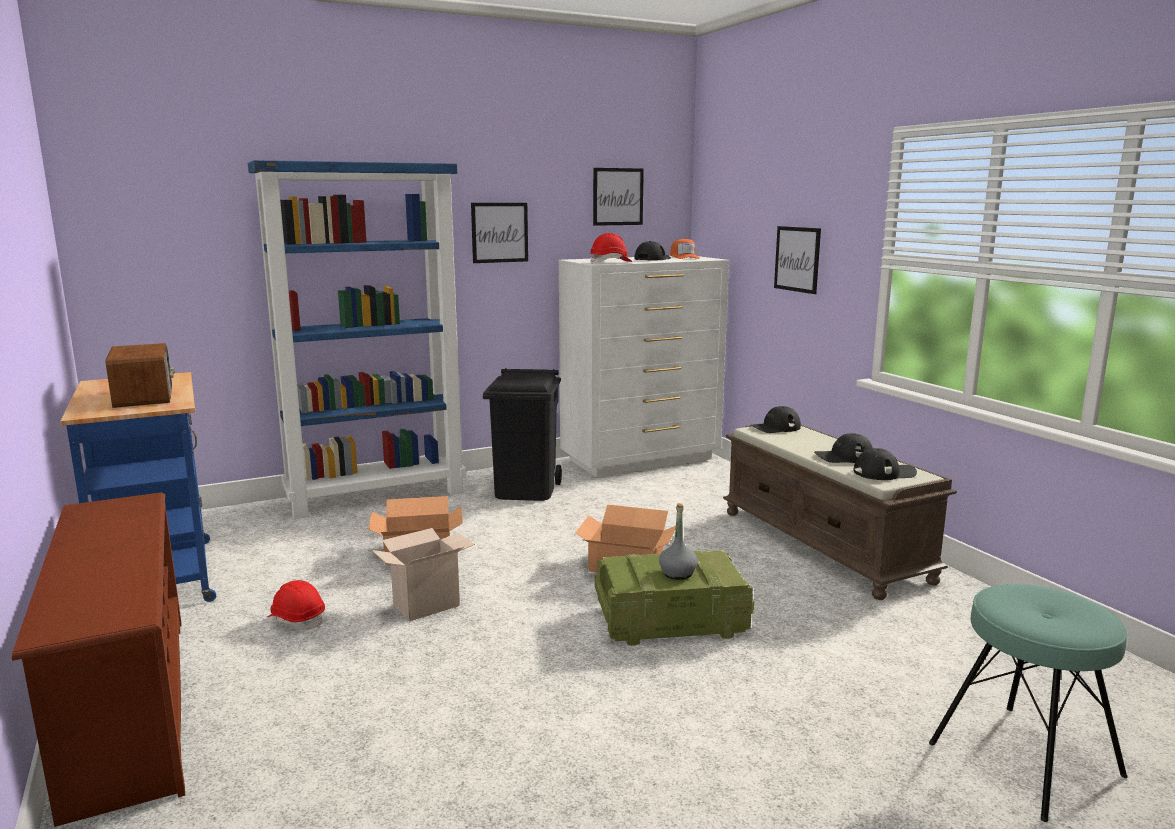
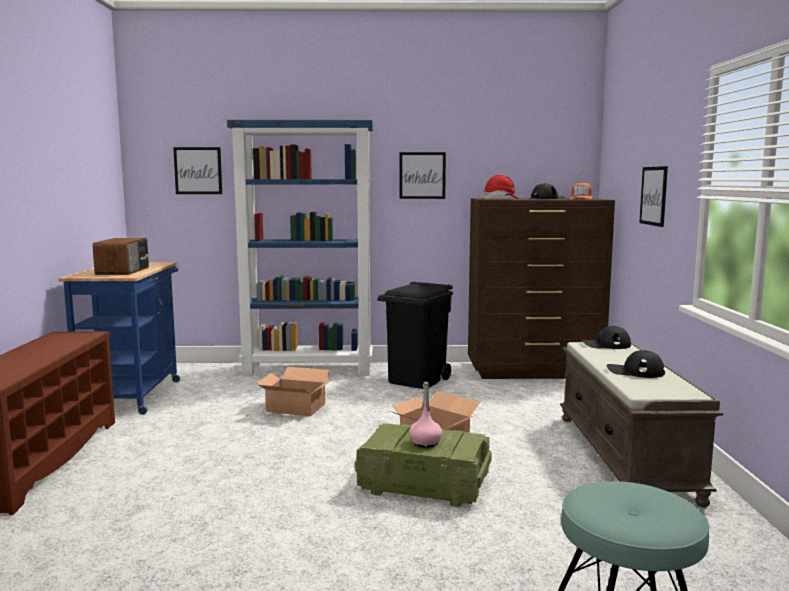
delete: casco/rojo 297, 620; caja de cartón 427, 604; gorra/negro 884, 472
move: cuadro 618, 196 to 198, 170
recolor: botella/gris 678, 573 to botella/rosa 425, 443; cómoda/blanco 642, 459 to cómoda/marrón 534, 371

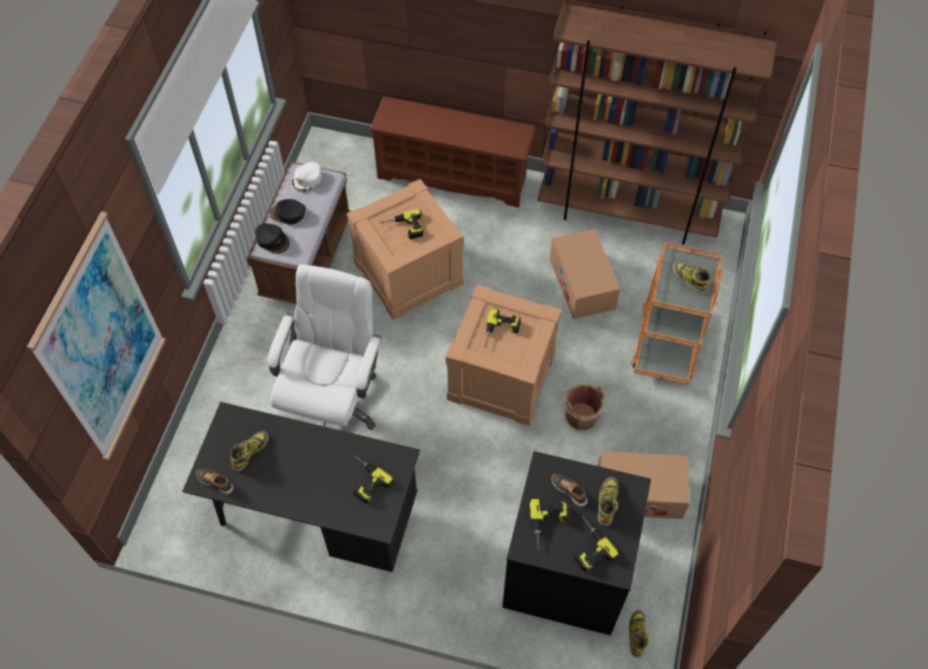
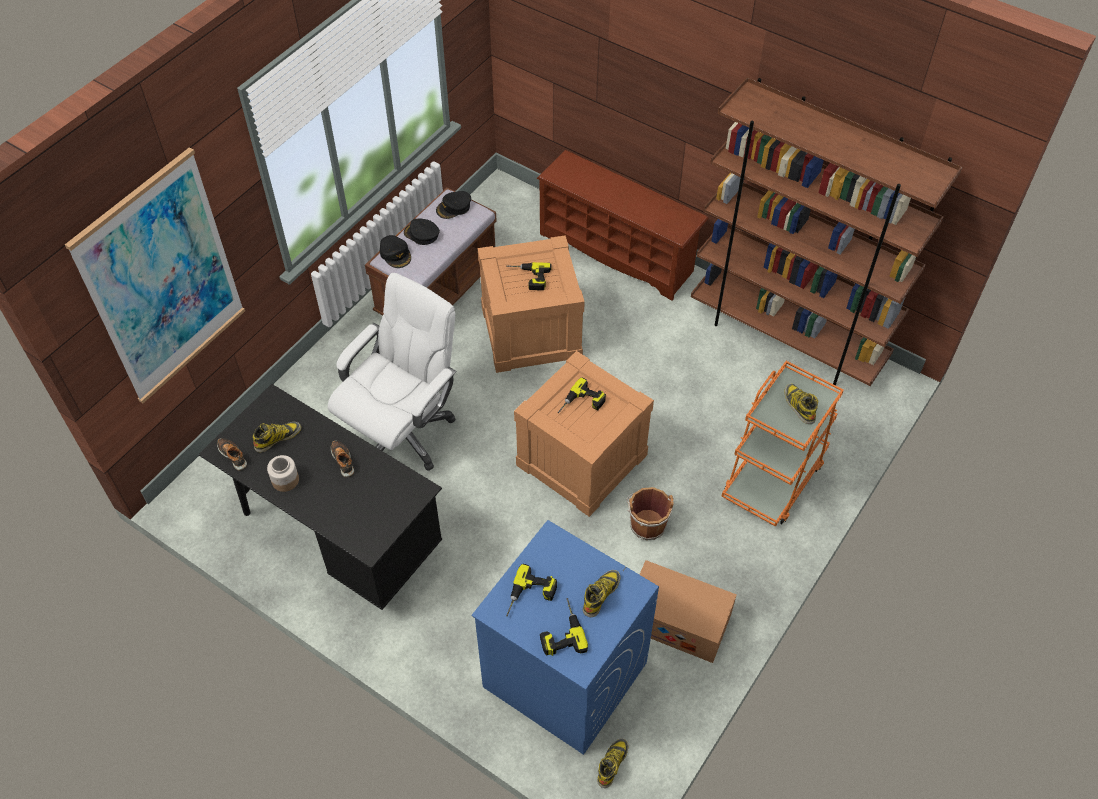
delete: taladro 364, 480; caja de cartón 582, 283
insert: tarro 285, 480
move: zapato 569, 490 to 343, 460
recolor: gorra/blanco 307, 180 to gorra/negro 454, 207; lavadora/negro 565, 572 to lavadora/azul 564, 674

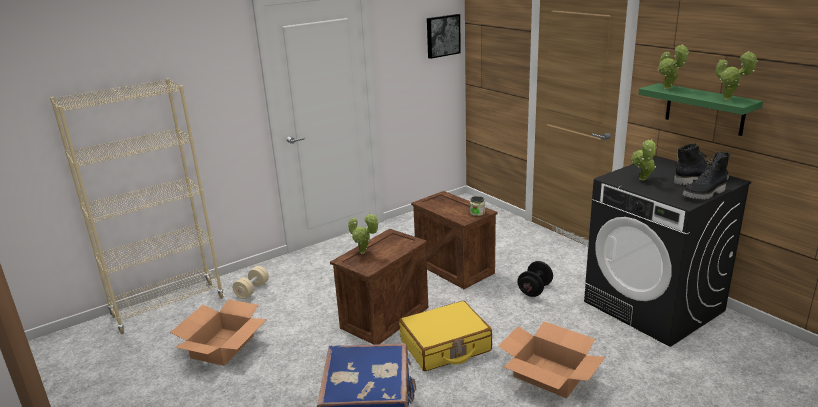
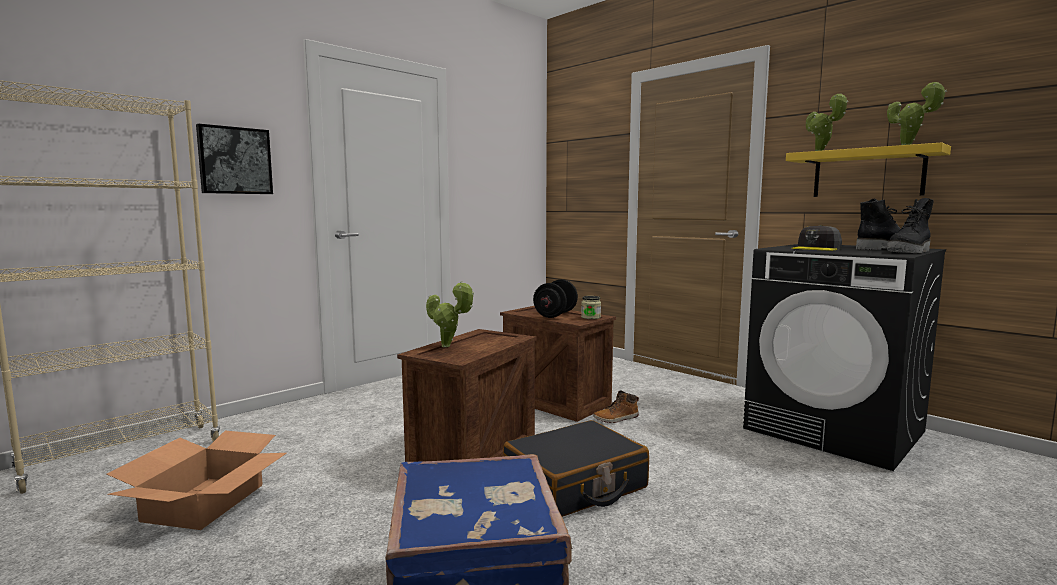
delete: mancuerna/beis 252, 290; caja de cartón 549, 375
insert: bota 616, 418
move: cuadro 442, 35 to 234, 161; mancuerna/negro 534, 290 to 555, 315
replace: planta en maceta 643, 180 to gorra/gris 816, 249
recolor: maleta/amarillo 445, 346 to maleta/negro 575, 485; estante/verde 704, 109 to estante/amarillo 867, 173

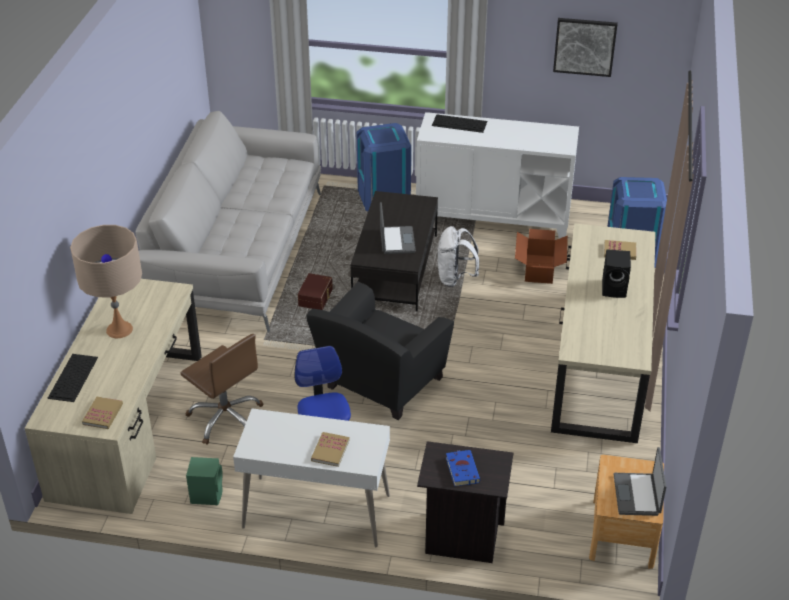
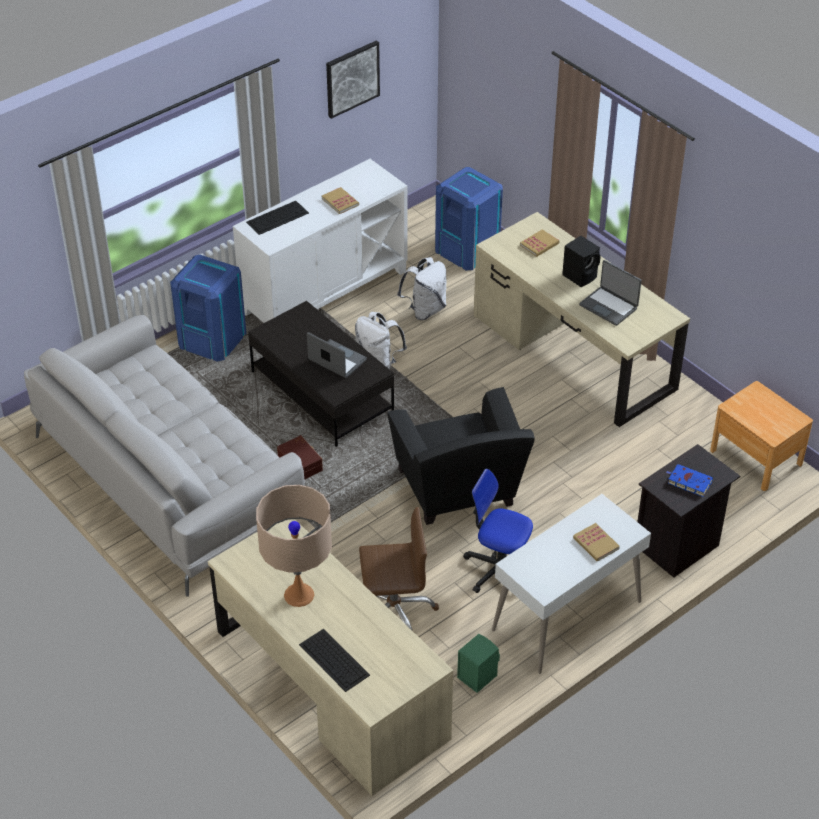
move: libro 103, 414 to 340, 202; portátil 637, 495 to 609, 306
replace: caja de cartón 539, 269 to mochila/blanco 425, 310

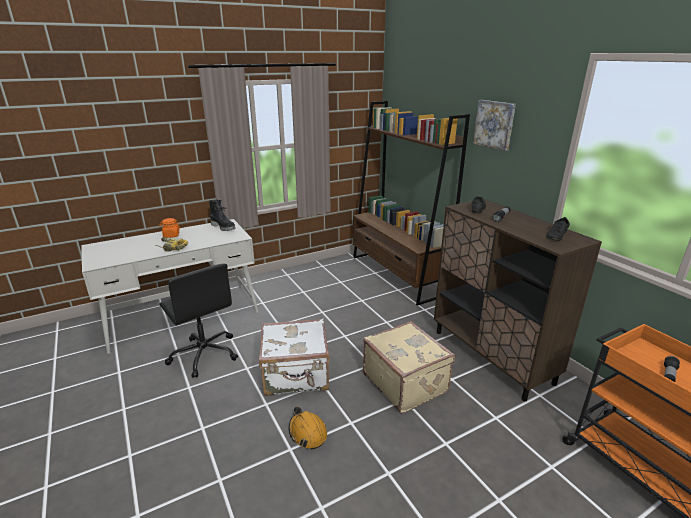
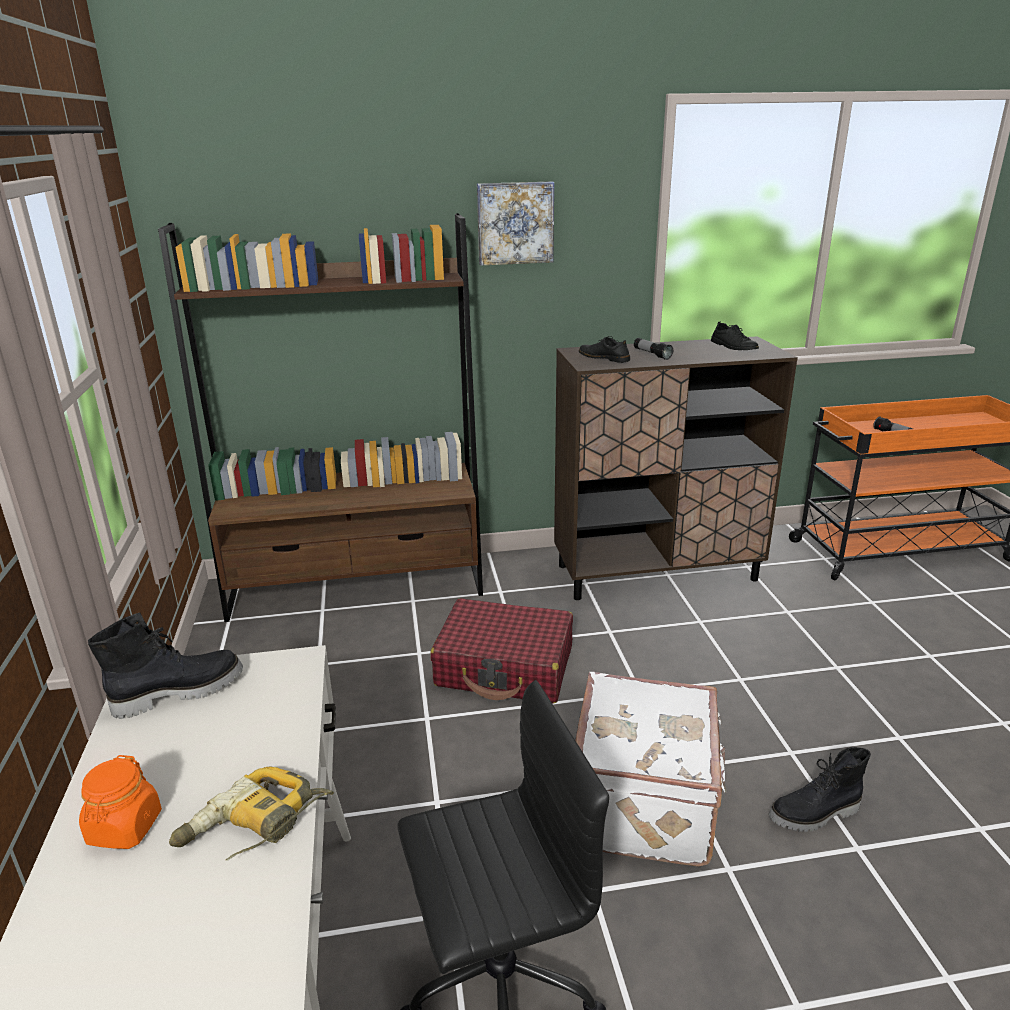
delete: maleta/beis 405, 382
insert: maleta/rojo 505, 667
replace: casco/naranja 307, 433 to bota/negro 815, 815

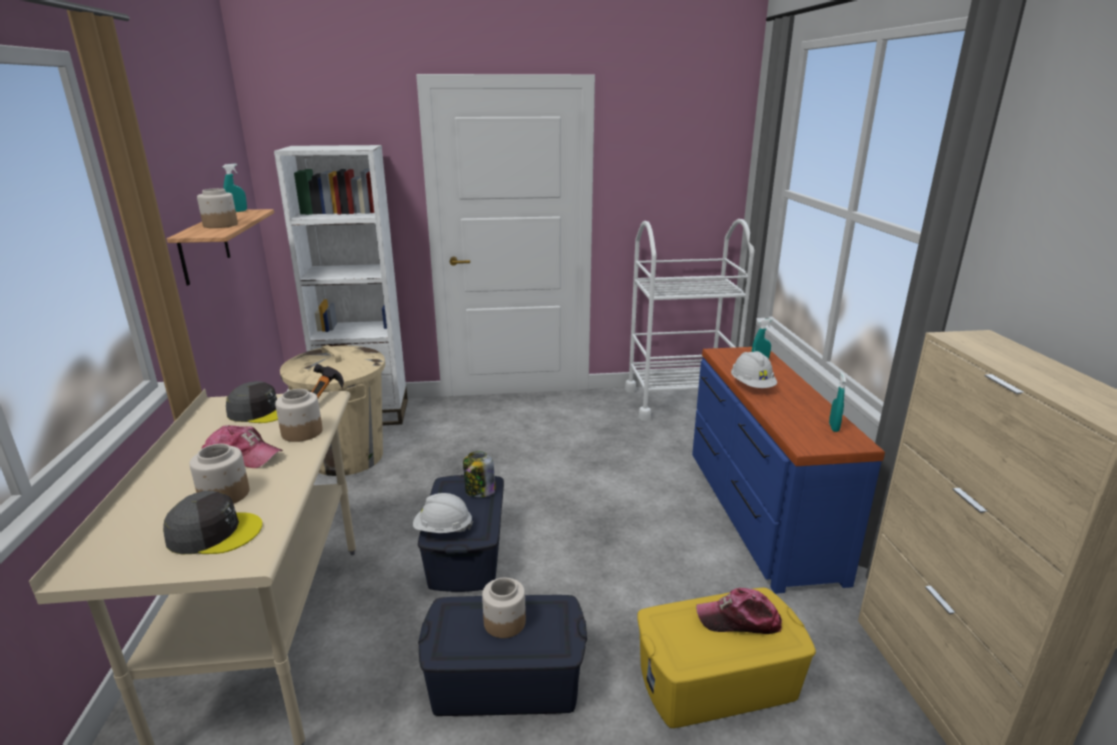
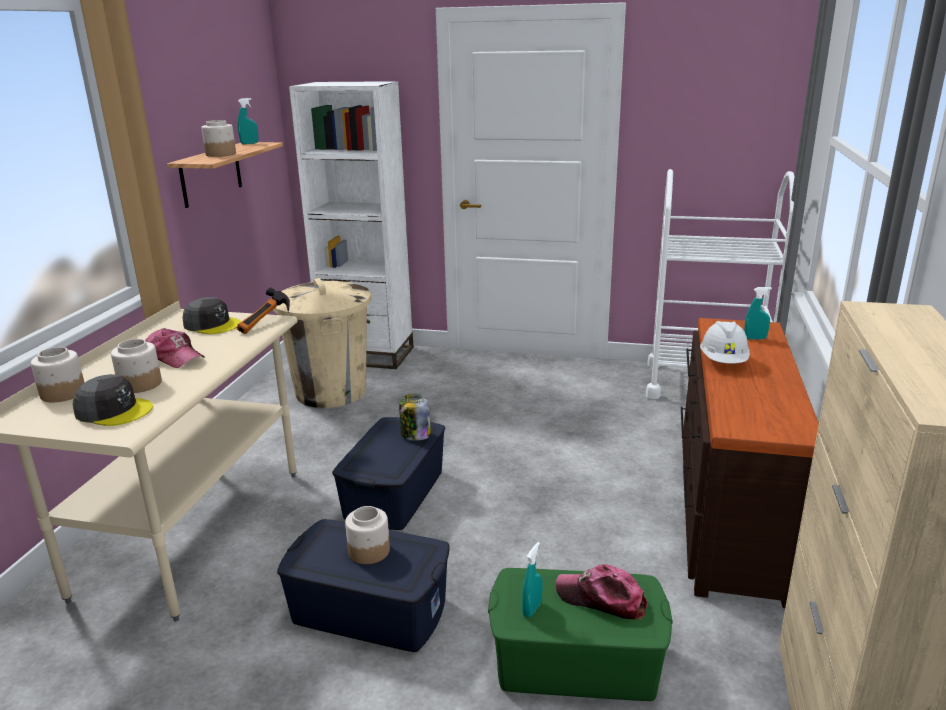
delete: casco/blanco 443, 529
move: tarro 301, 432 to 62, 393; pulverizador/turquesa 833, 427 to 532, 609
recolor: caja de almacenaje/amarillo 717, 682 to caja de almacenaje/verde 576, 663; cómoda/azul 758, 511 to cómoda/marrón 728, 512

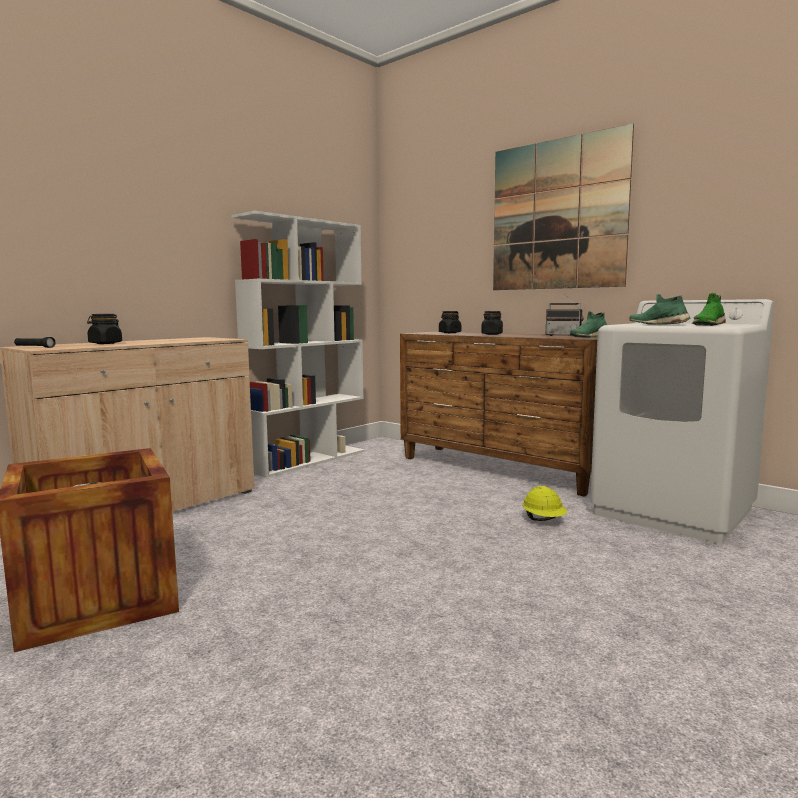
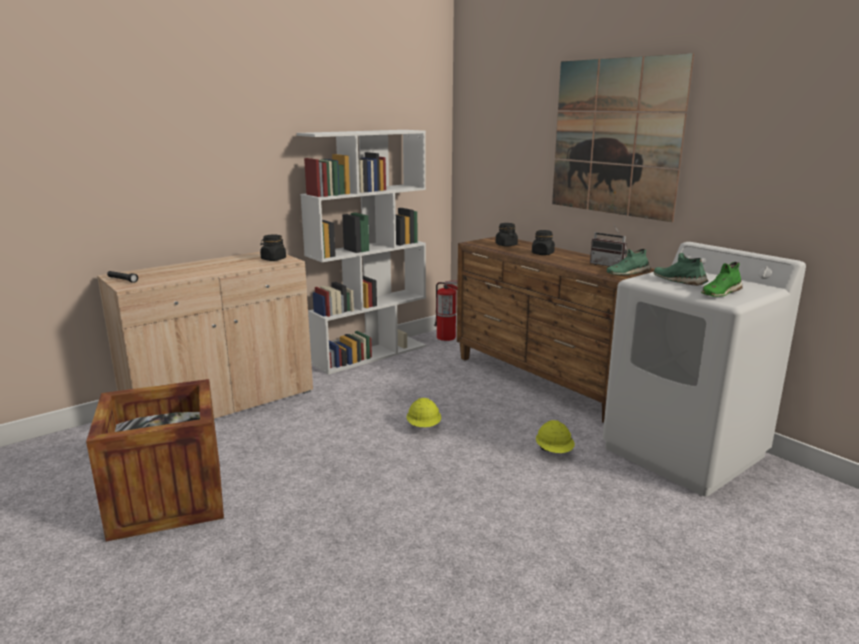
insert: casco/amarillo 424, 427; extintor 446, 337
move: tarro/negro 105, 343 to 273, 259

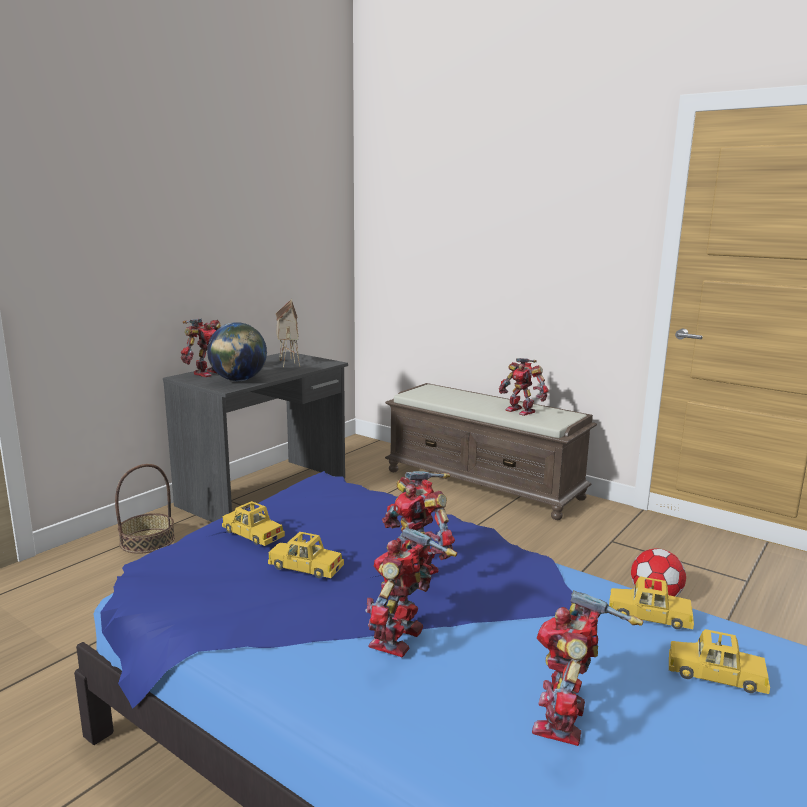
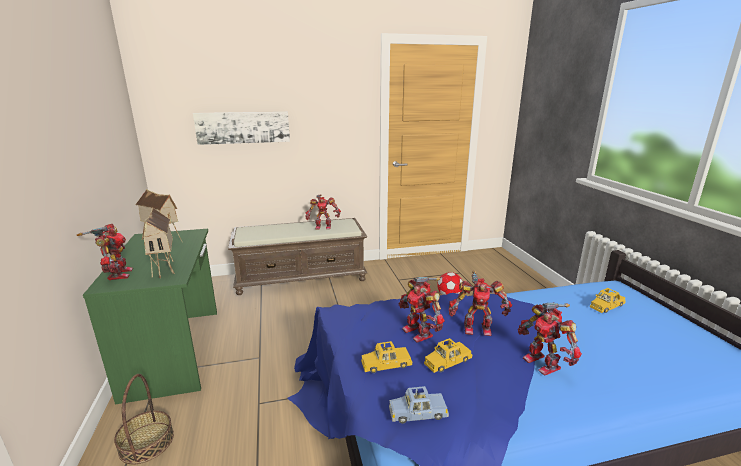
delete: coche de juguete/amarillo 649, 616
insert: cuadro 243, 127; coche de juguete/azul 417, 413
move: robot de juguete 565, 720 to 419, 332
replace: globo terráqueo 238, 380 to casita 165, 270
recolor: escritorio/gris 266, 491 to escritorio/verde 176, 350

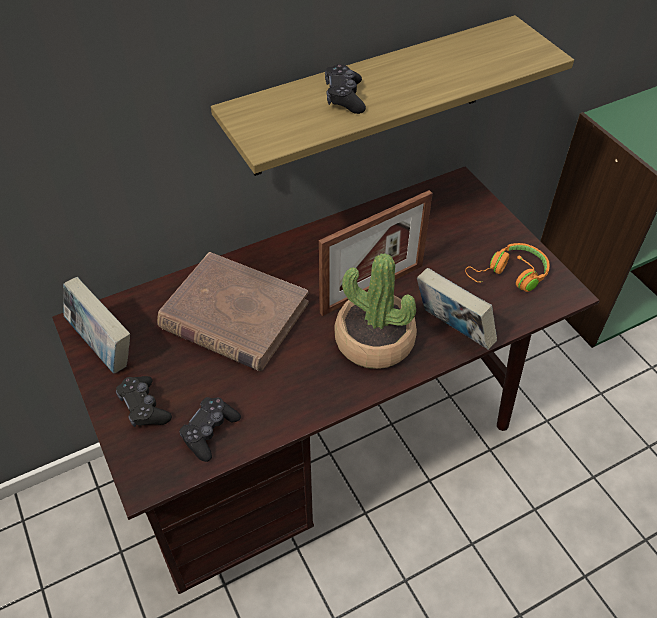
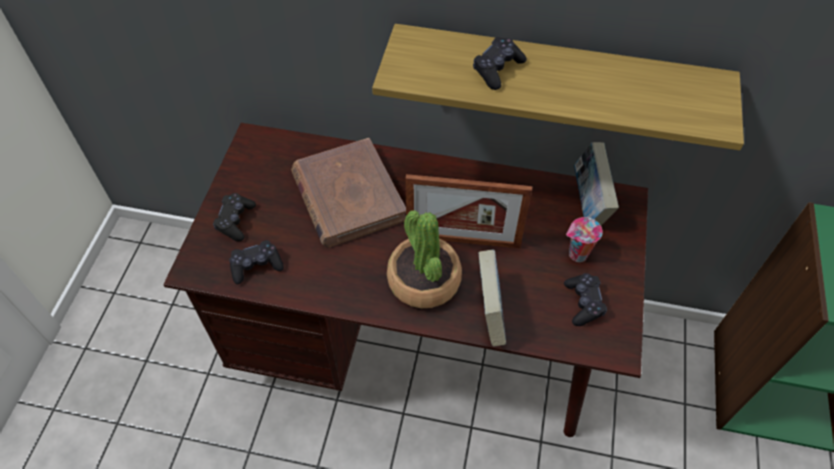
insert: taza 577, 255
move: libro 103, 347 to 588, 204
replace: auriculares/naranja 509, 276 to mando de consola/negro 583, 303

